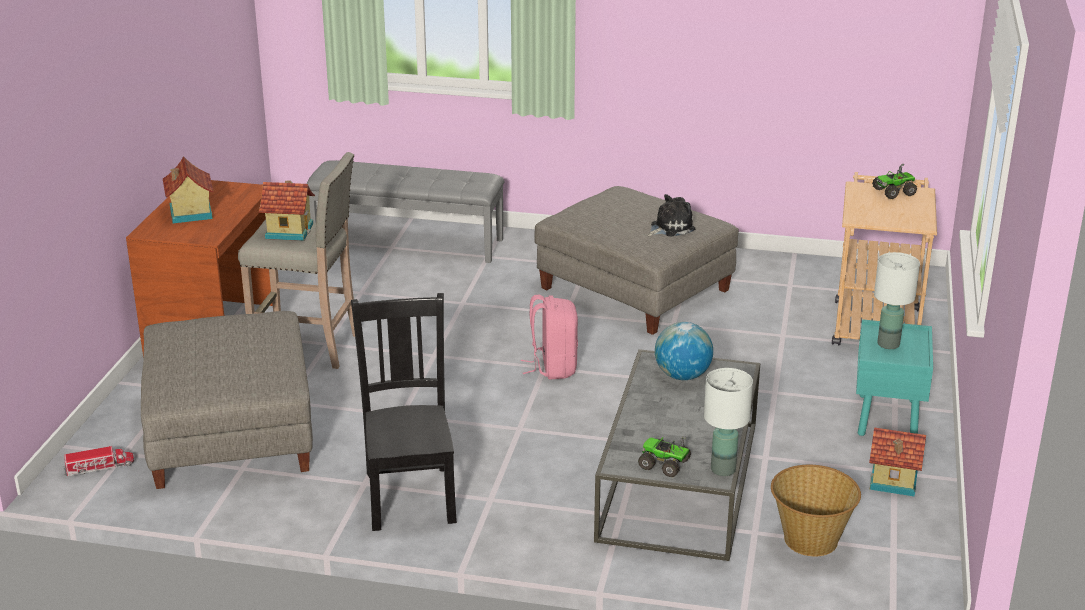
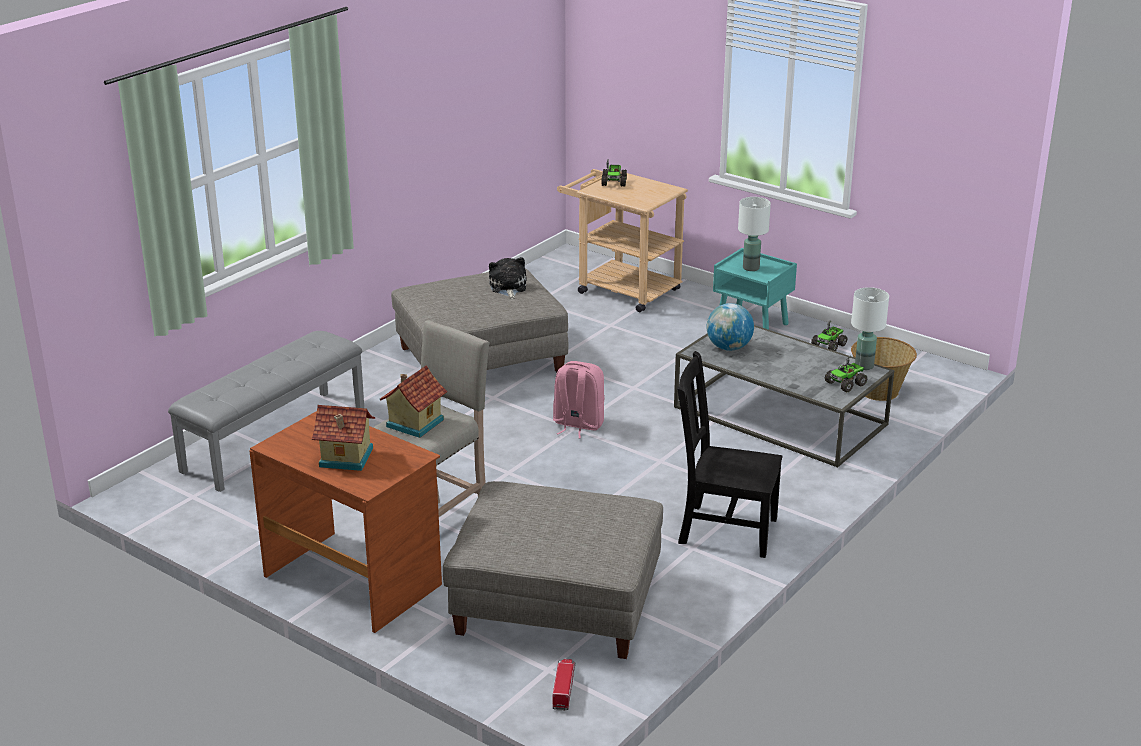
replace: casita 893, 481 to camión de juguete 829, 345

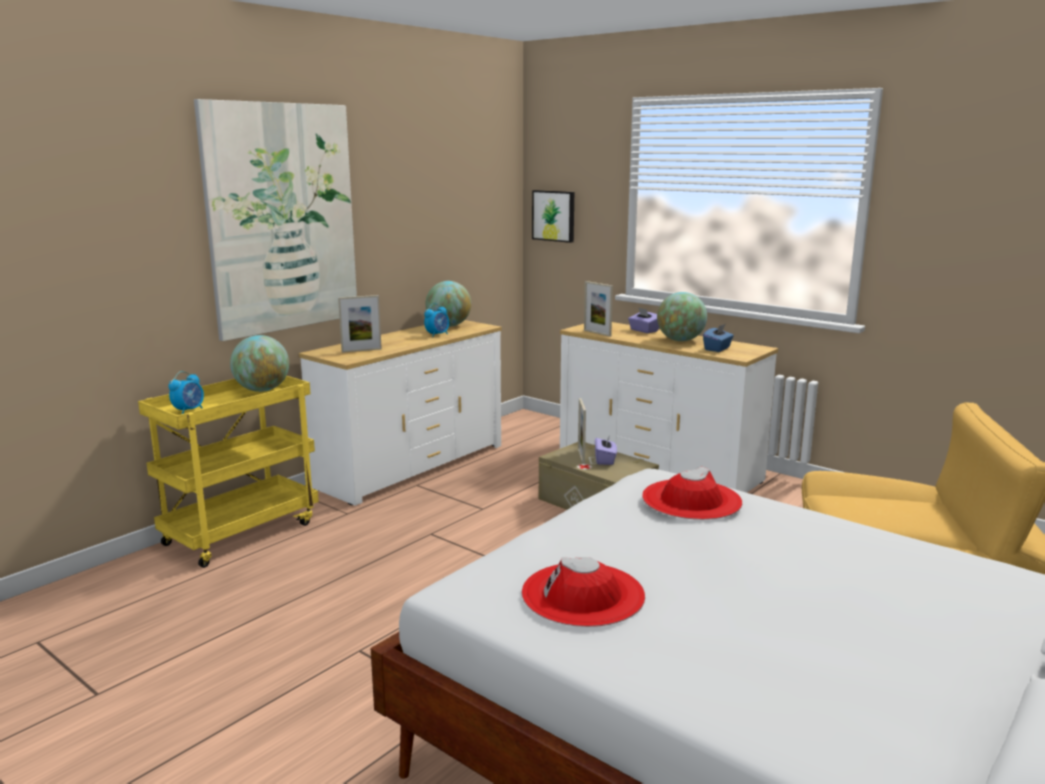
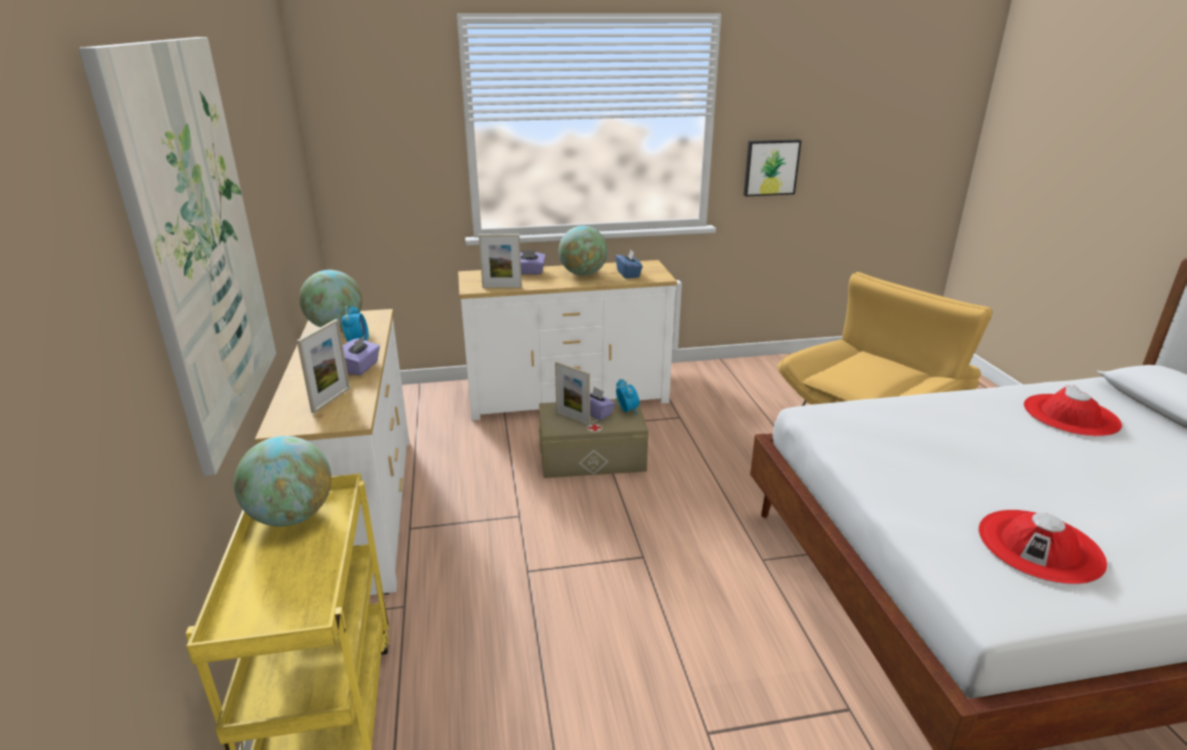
insert: caja de pañuelos/morado 361, 367
move: despertador 189, 410 to 627, 410; cuadro 554, 215 to 770, 167; sombrero/rojo 691, 500 to 1070, 415

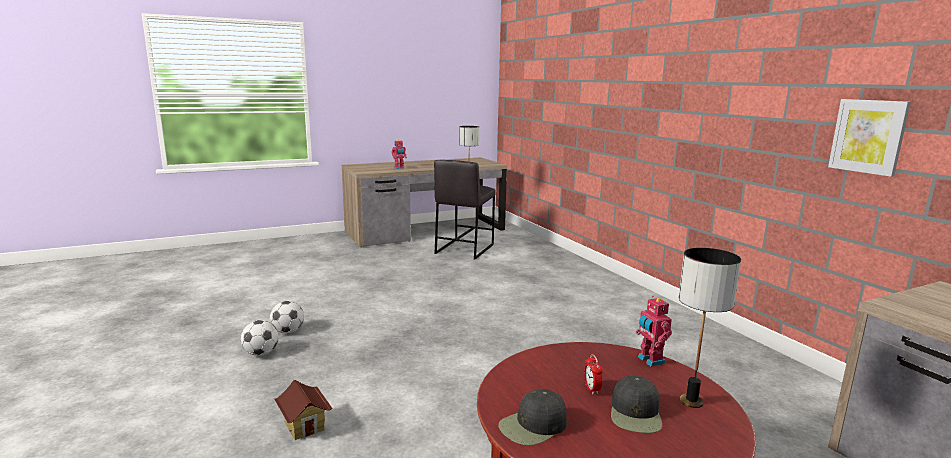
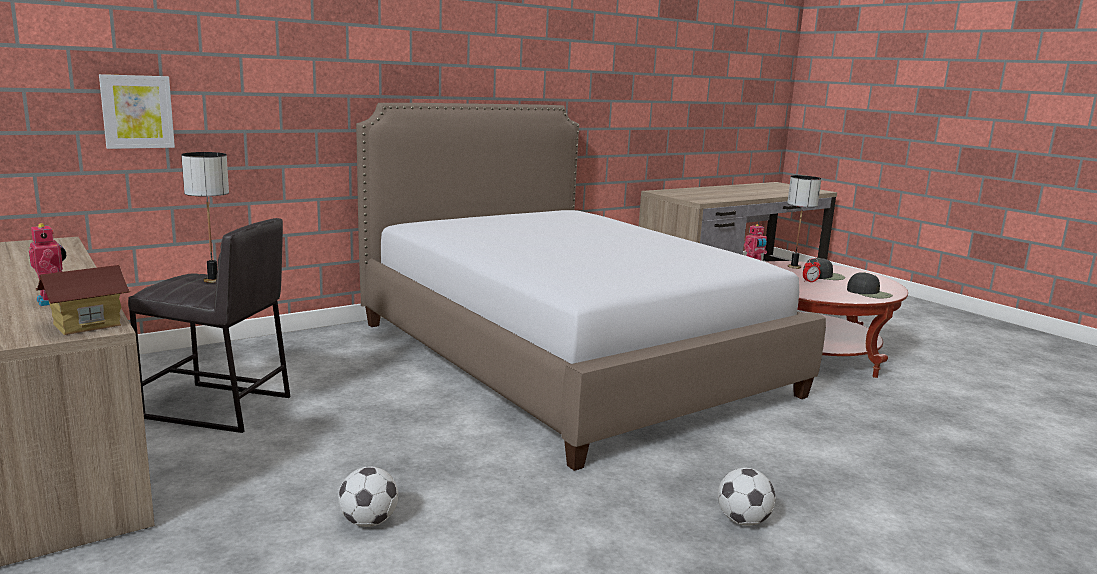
insert: cama 566, 357
move: casita 305, 426 to 87, 325; cuadro 868, 136 to 137, 111; balón de fútbol 288, 331 to 369, 522

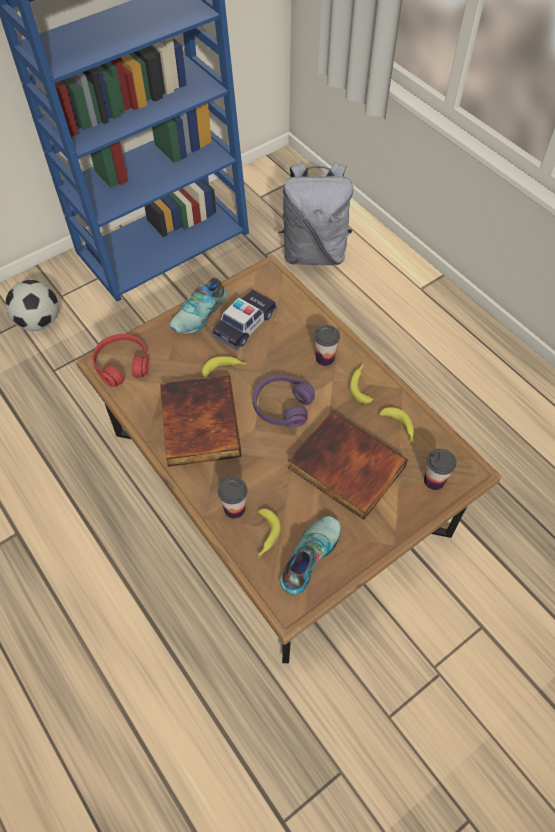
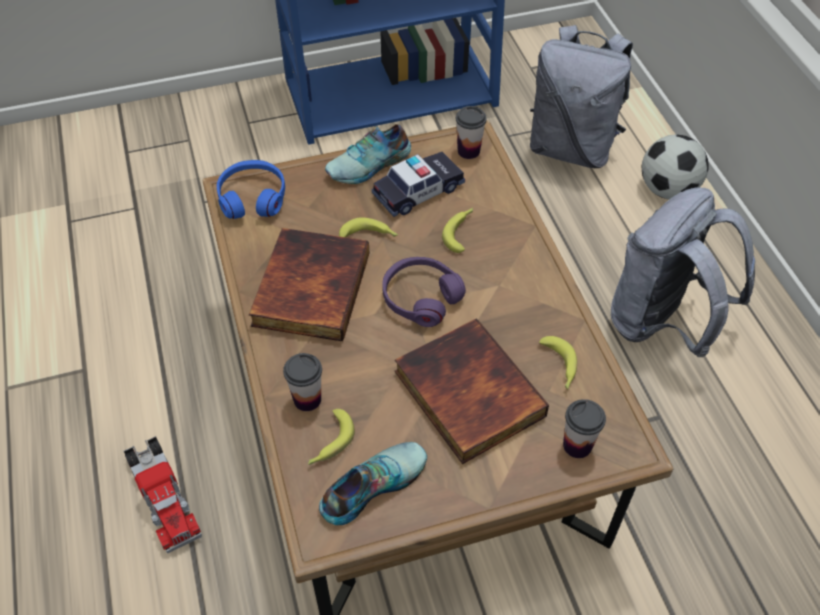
insert: camión de juguete 163, 496; mochila/gris 661, 324
move: plátano 361, 385 to 461, 232; taza 325, 358 to 468, 151; balón de fútbol 39, 321 to 667, 189
recolor: auriculares/rojo 122, 364 to auriculares/azul 252, 197

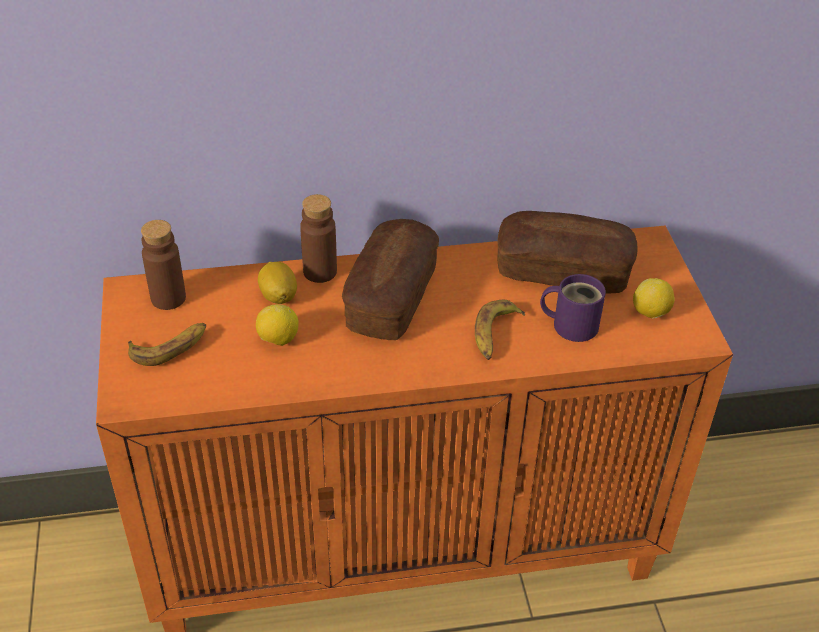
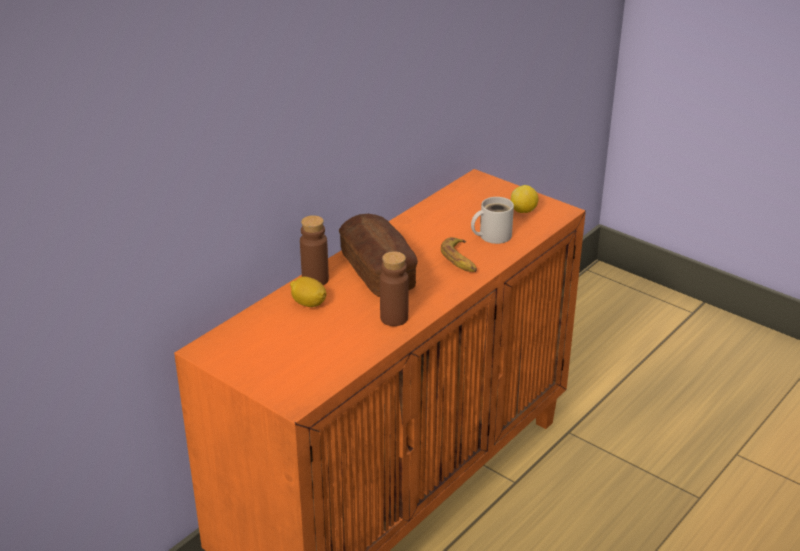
delete: plátano 170, 347; limón 278, 340; pan 562, 272
move: botella/marrón 168, 298 to 394, 318
recolor: taza grande/morado 571, 324 to taza grande/blanco 492, 235

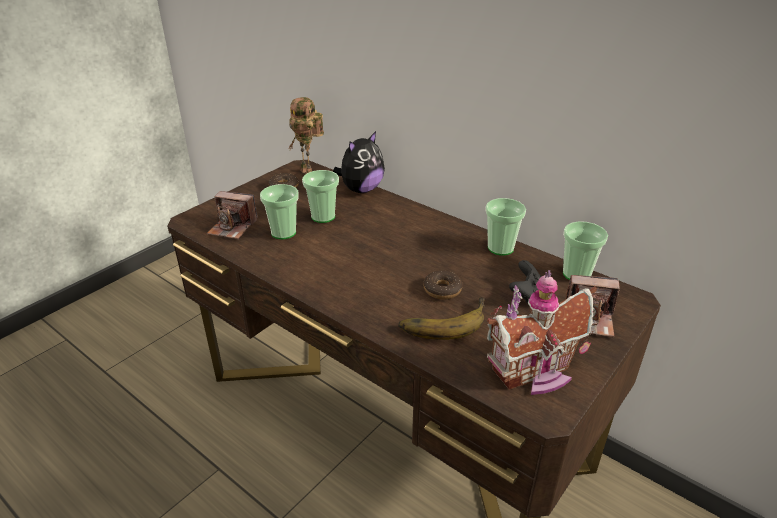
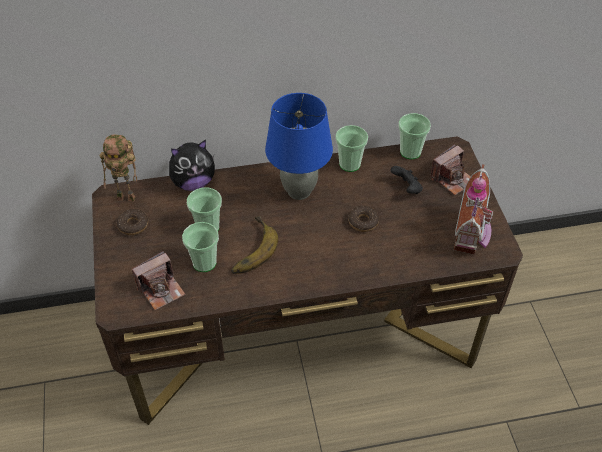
insert: lámpara de mesa/azul 299, 191
move: plátano 442, 321 to 249, 249
rotate: peluche 361, 189 = 193, 183 75 degrees clockwise

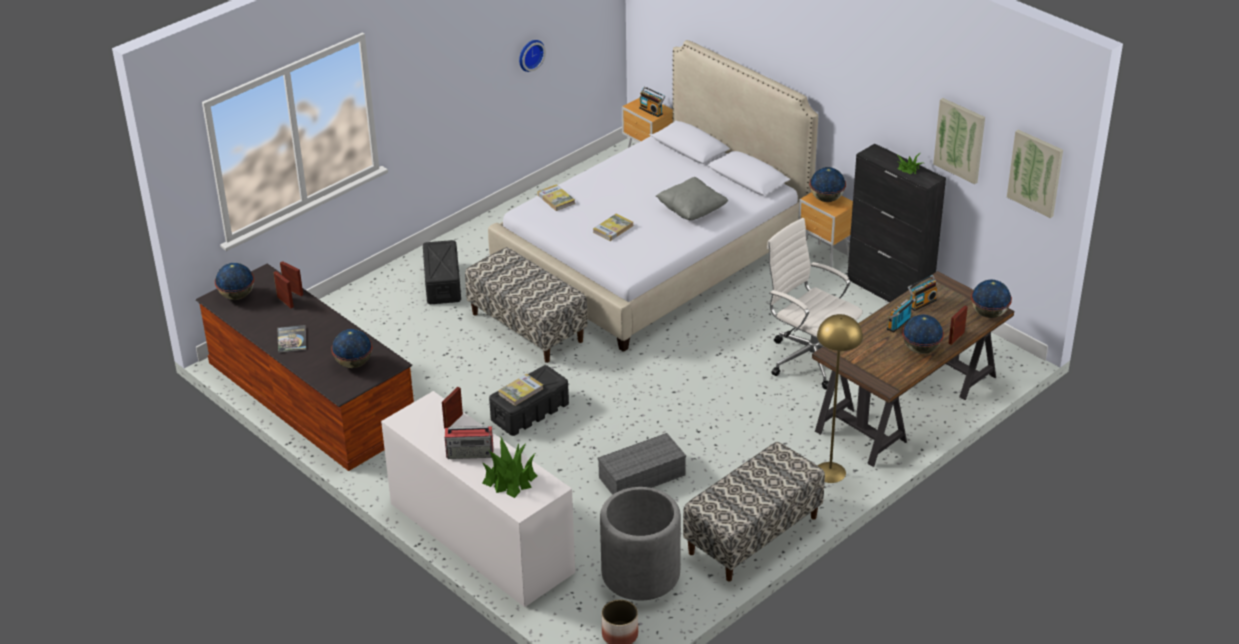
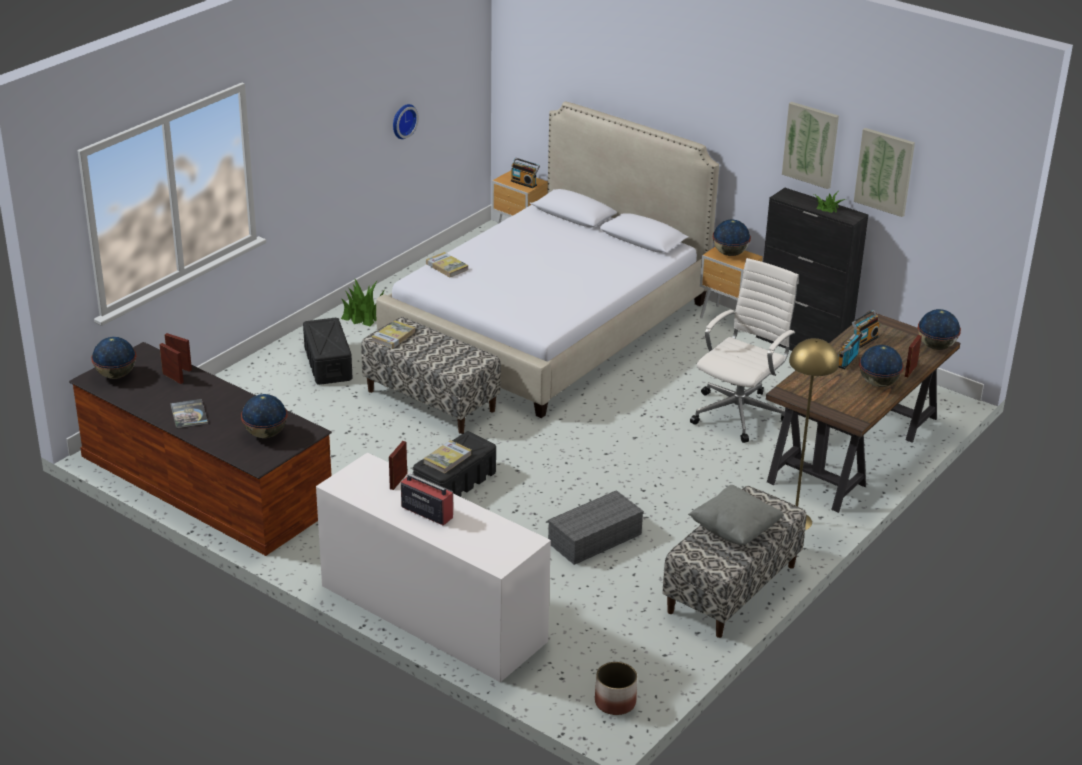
delete: maceta/gris 640, 573
move: planta en maceta 510, 479 to 363, 315; libro 613, 229 to 393, 336; cojín/gris 692, 211 to 734, 530; cuadro 1035, 173 to 810, 144
rotate: radio 470, 453 = 426, 511 135 degrees counterclockwise; silla de oficina/blanco 810, 358 = 740, 413 90 degrees clockwise

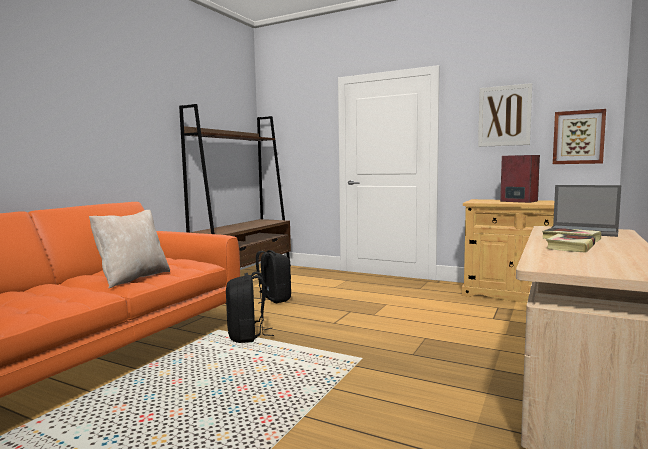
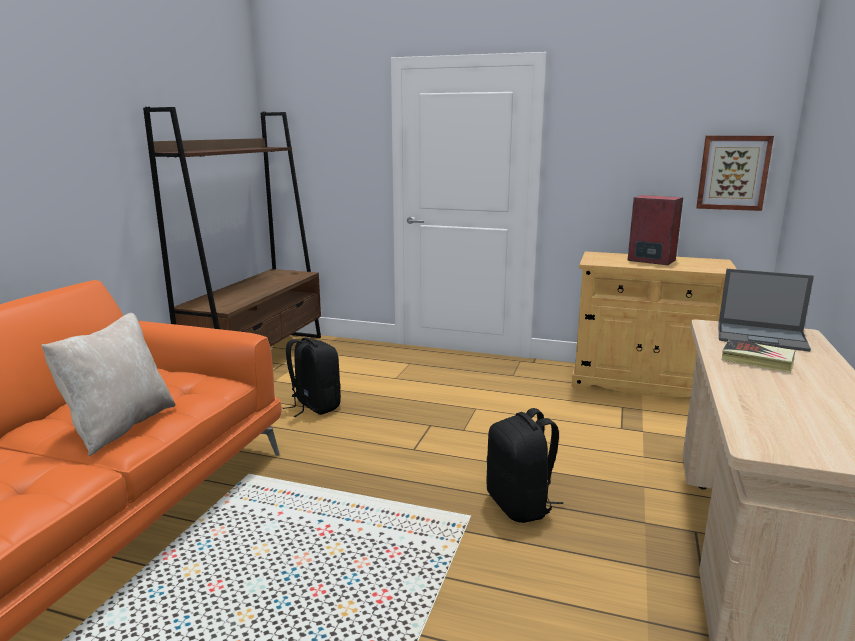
delete: cuadro 504, 116; libro 570, 247
move: mochila/negro 247, 336 to 520, 505

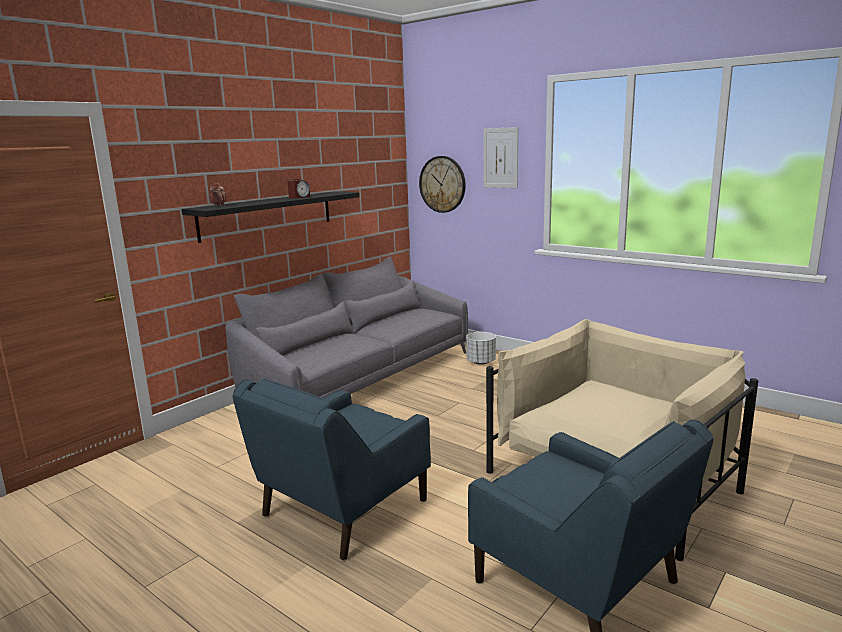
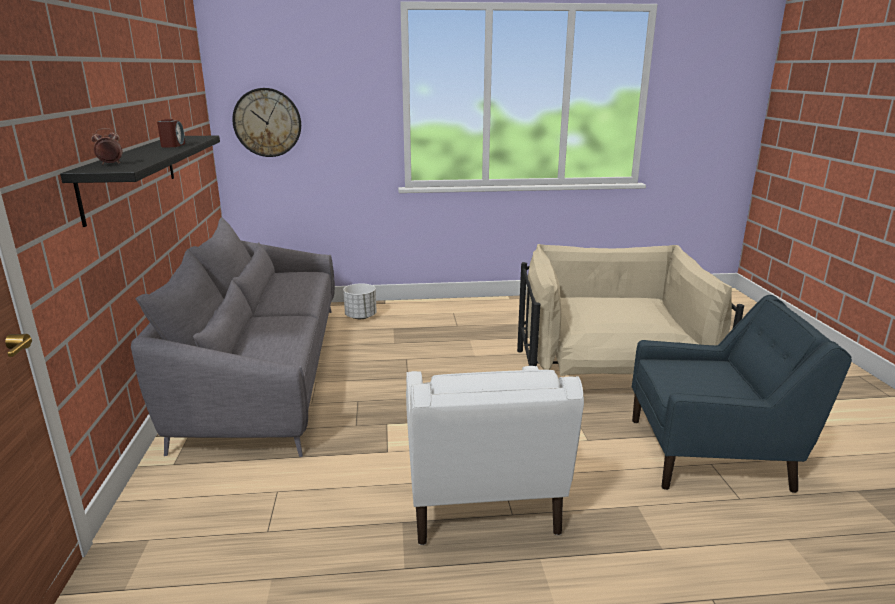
delete: cuadro 500, 158
recolor: sillón/azul 341, 510 to sillón/blanco 480, 497

